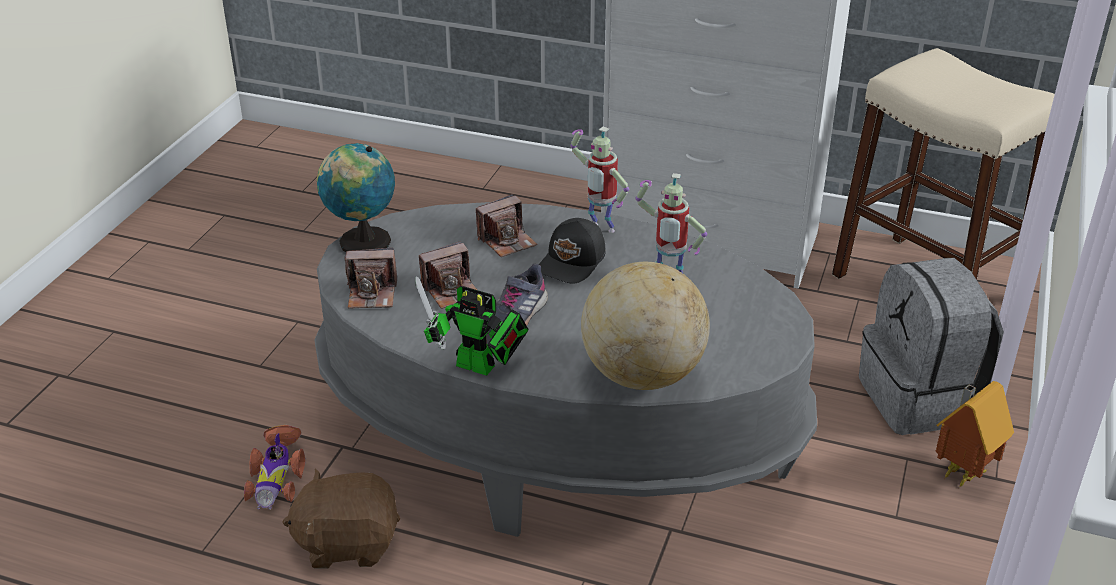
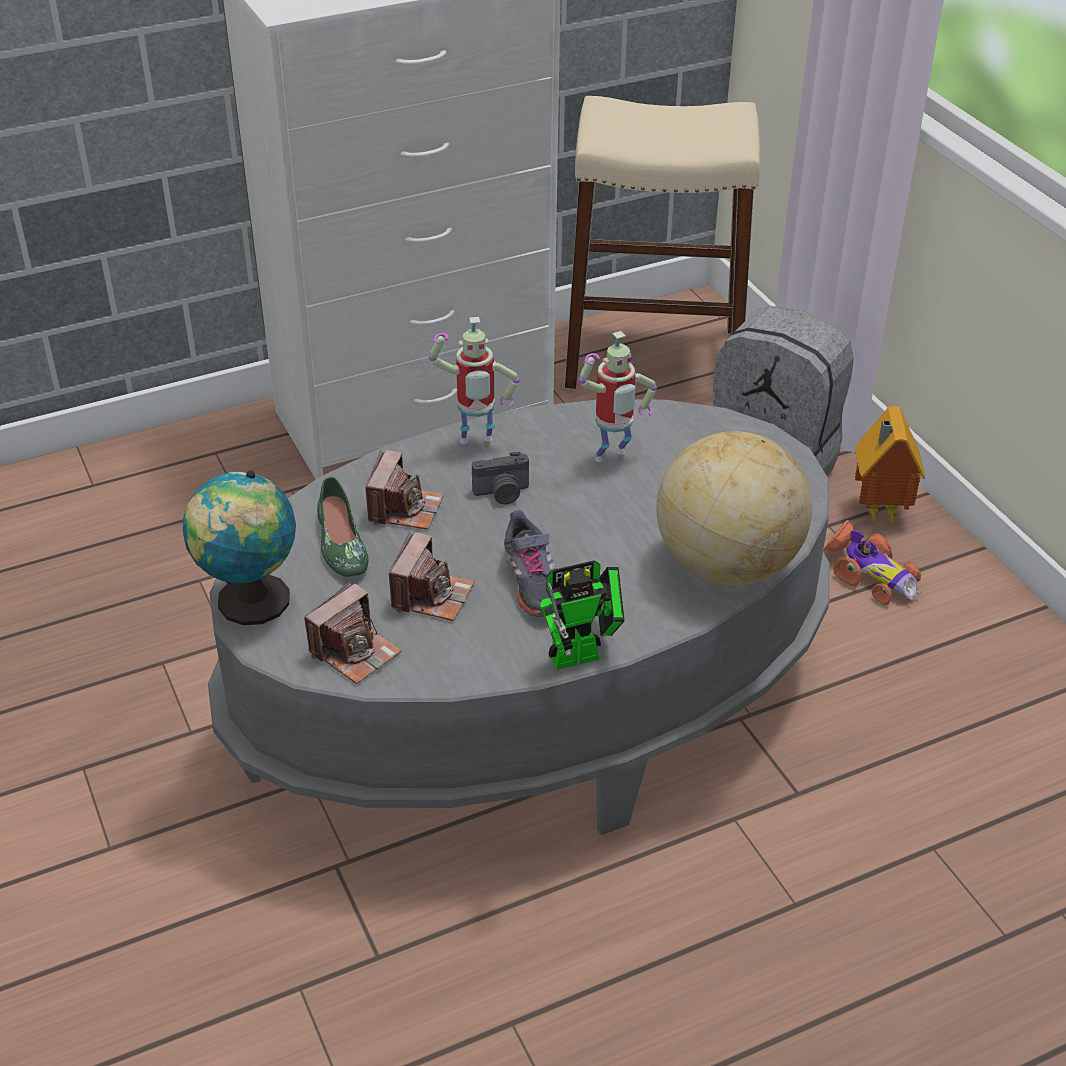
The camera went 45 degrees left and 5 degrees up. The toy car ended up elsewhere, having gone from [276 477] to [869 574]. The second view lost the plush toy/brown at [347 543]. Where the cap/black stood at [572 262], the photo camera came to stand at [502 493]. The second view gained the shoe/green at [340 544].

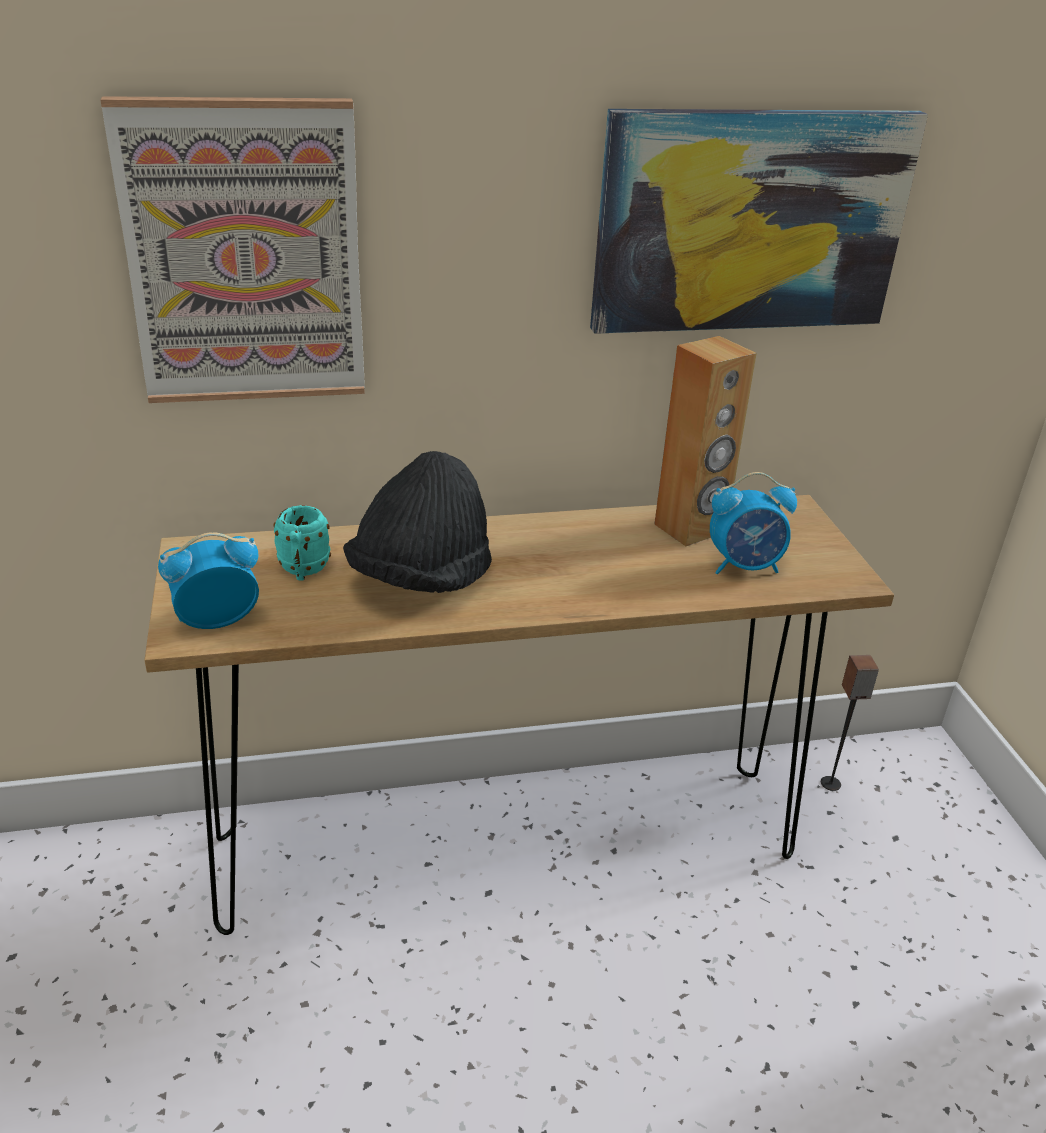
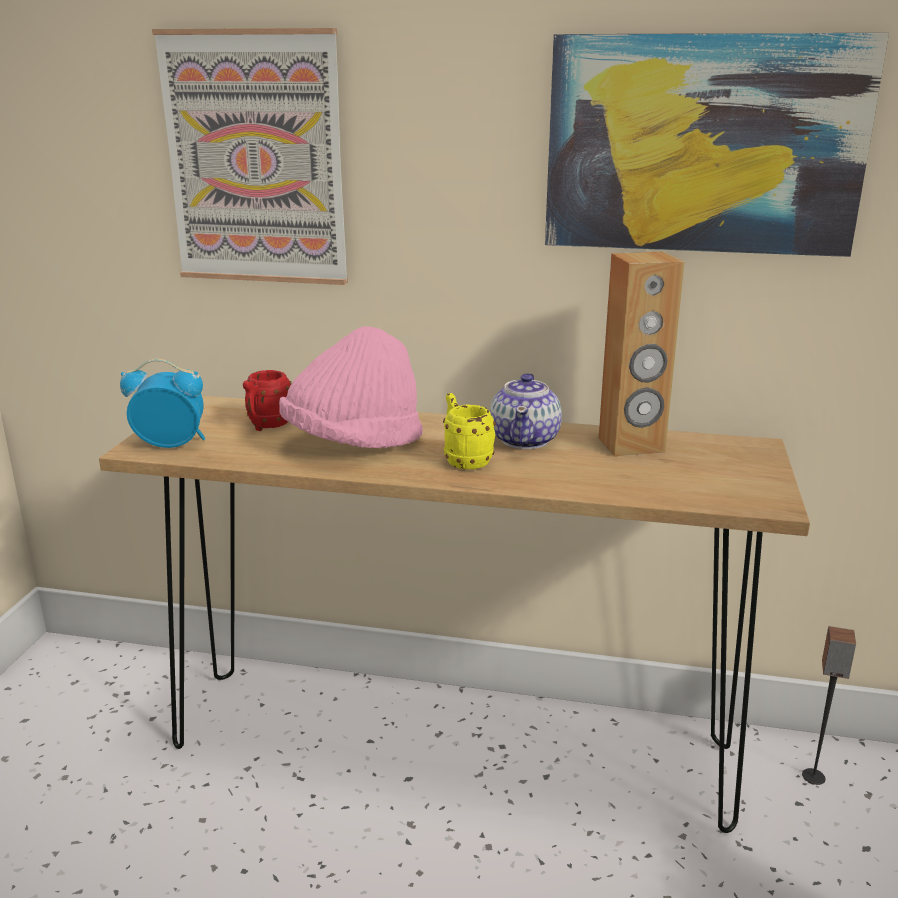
The camera went 25 degrees right and 10 degrees down. What was the mug/turquoise at [303 571] turned into the mug/red at [266 426]. What was the hat/black at [421 579] turned into the hat/pink at [353 443]. The second view lost the alarm clock at [745 566]. The second view gained the mug/yellow at [464 460]. The second view gained the teapot at [525 440].

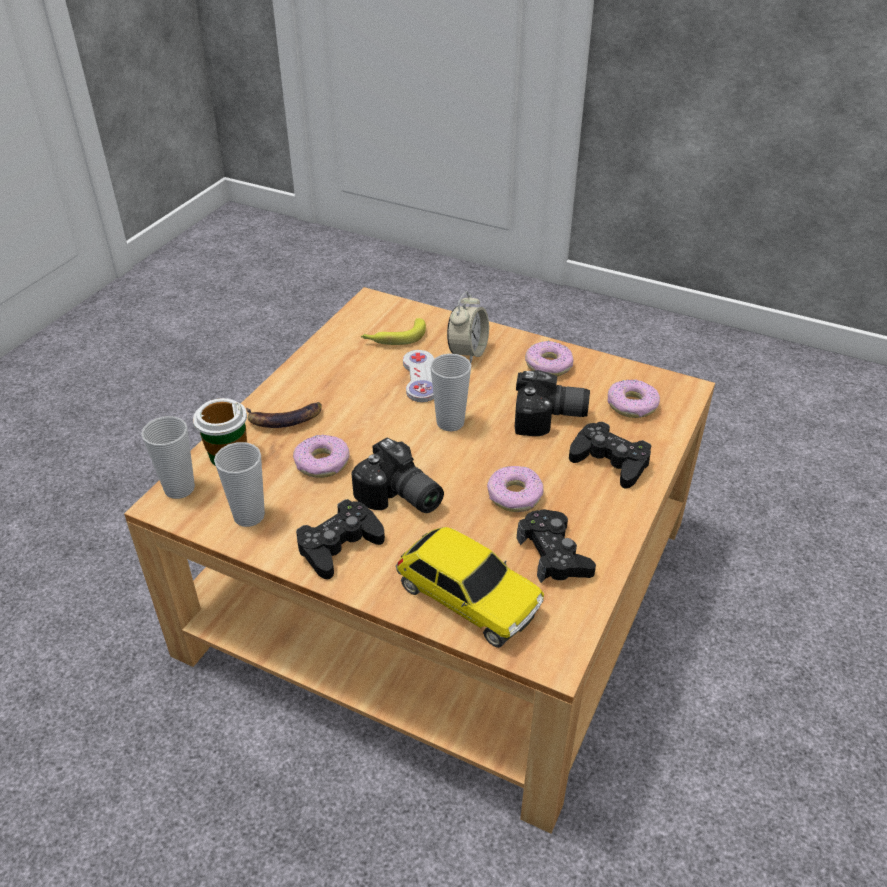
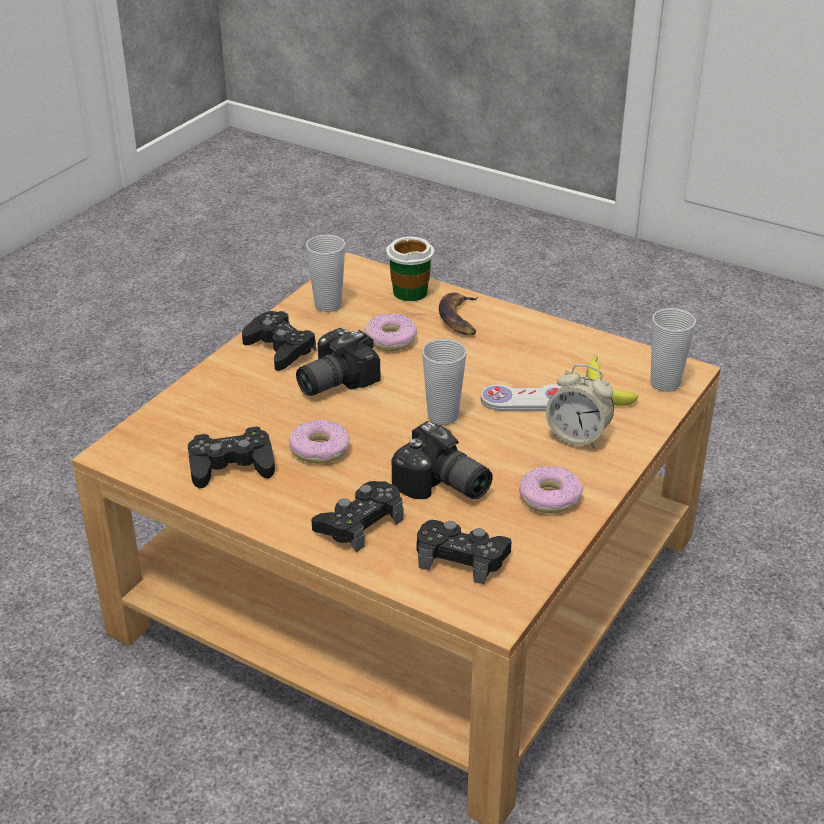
The camera went 95 degrees right and 5 degrees down. The cup ended up elsewhere, having gone from [179 489] to [665 383]. The second view lost the toy car at [467 598]. The photo camera at [550 419] ended up facing another way, 60 degrees counterclockwise from before. Where the donut stood at [632 405], the game controller/black came to stand at [461 557].

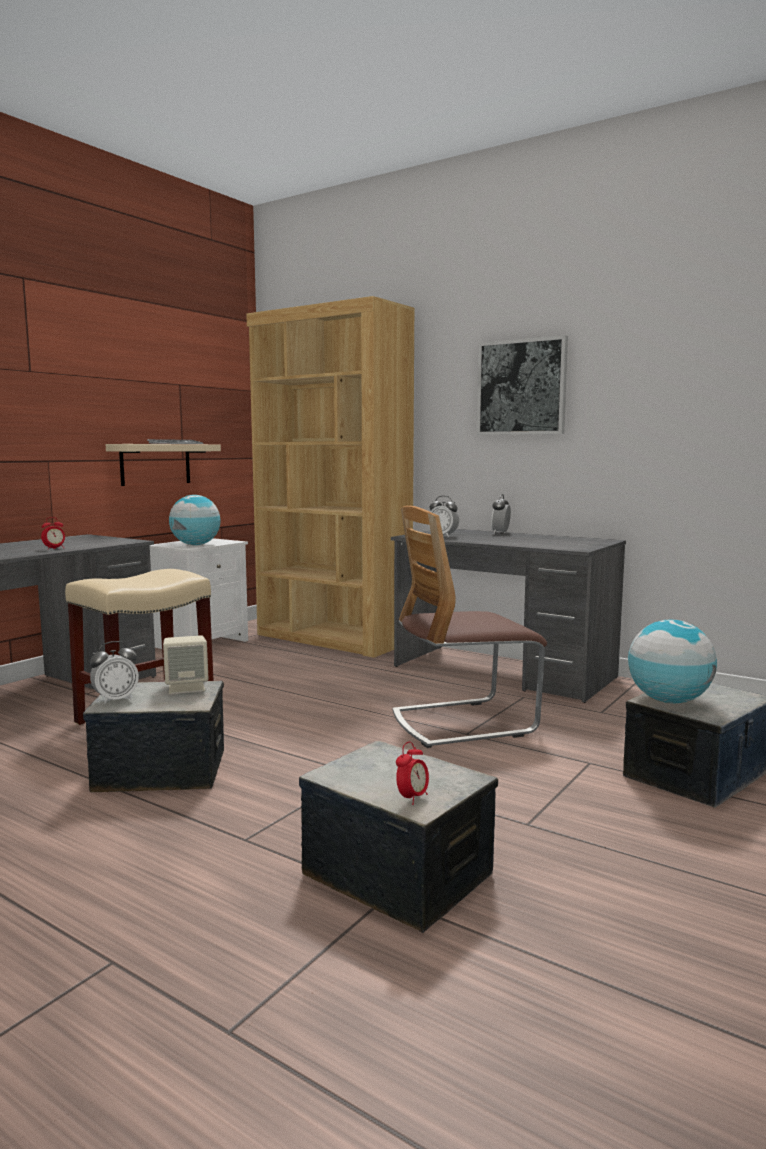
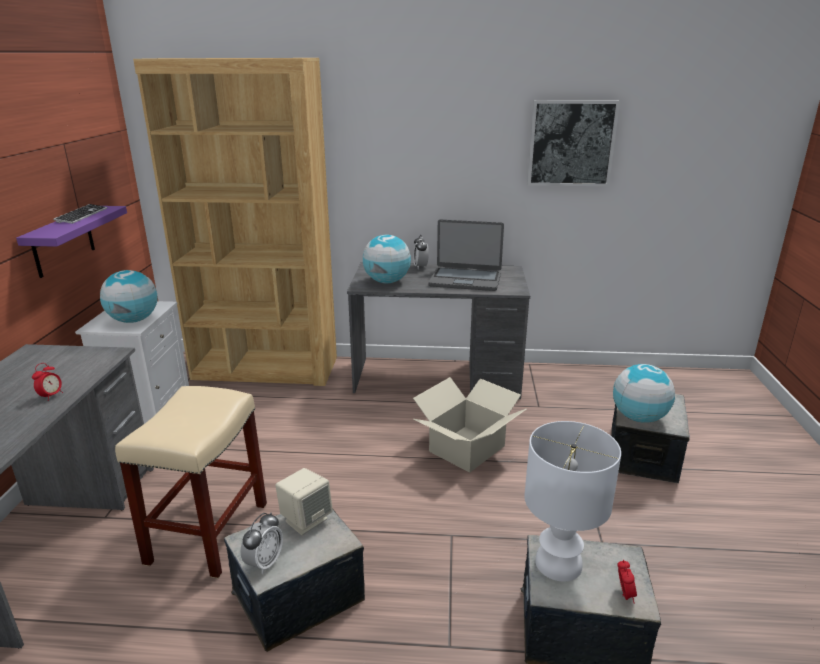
The camera went 30 degrees left and 15 degrees up. What was the shelf/beige at [155 464] turned into the shelf/purple at [63 241]. Where the chair stood at [463 723], the cardboard box came to stand at [466 448]. Where the alarm clock stood at [443 536], the globe came to stand at [387 282]. The picture ended up elsewhere, having gone from [521 387] to [571 143]. The second view gained the laptop at [465 280]. The second view gained the table lamp/white at [560 563].

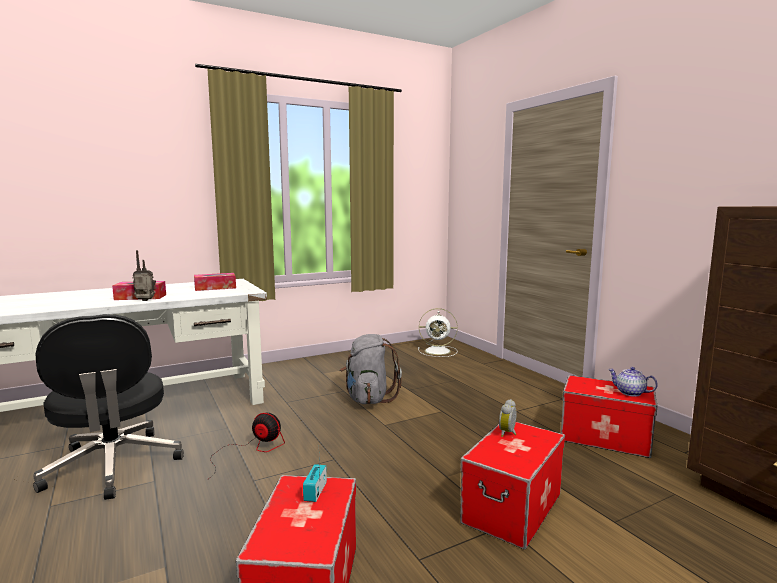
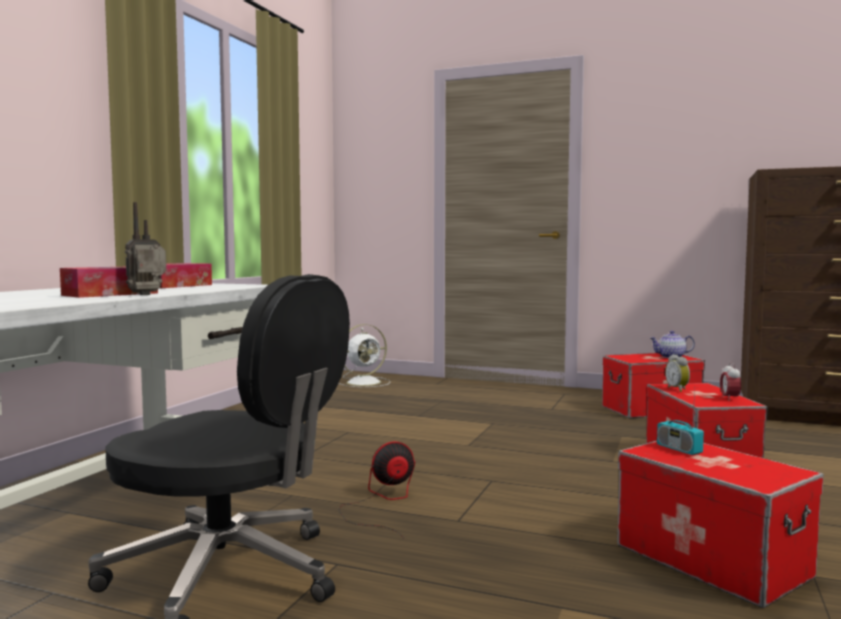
The camera went 40 degrees left and 5 degrees down. The second view lost the backpack/grey at [368 399]. The second view gained the alarm clock at [729 399].

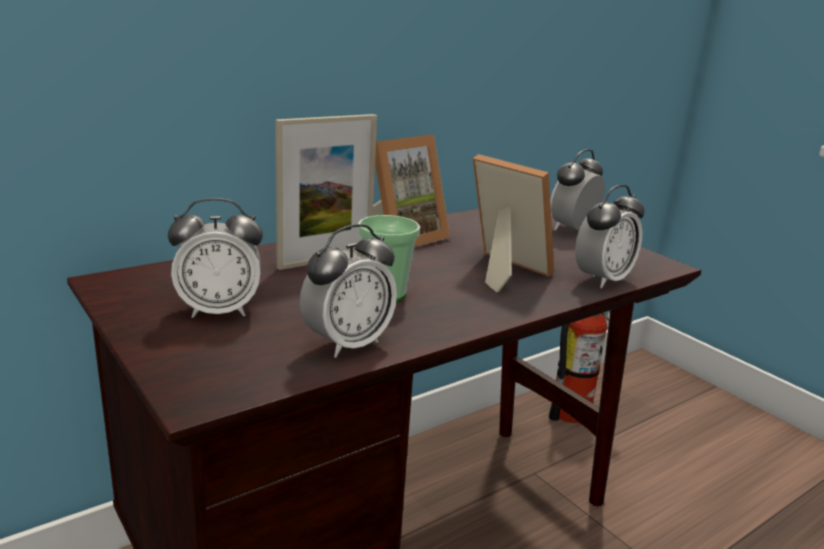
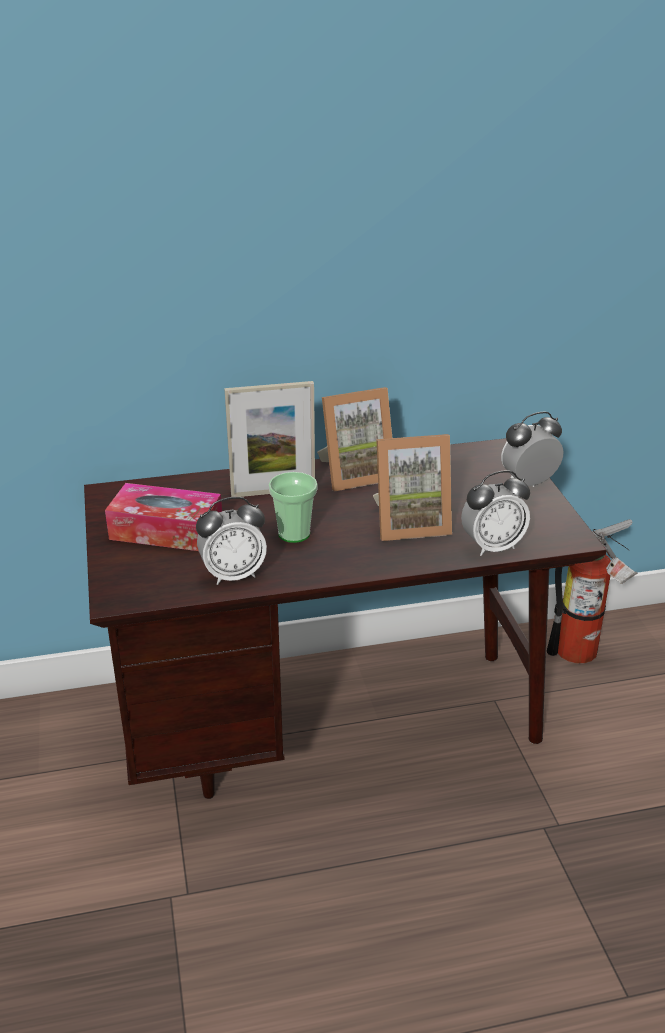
The camera went 25 degrees right and 10 degrees up. Where the alarm clock stood at [219 310], the tissue box came to stand at [166 531]. The picture frame at [501 270] ended up facing another way, 105 degrees clockwise from before.

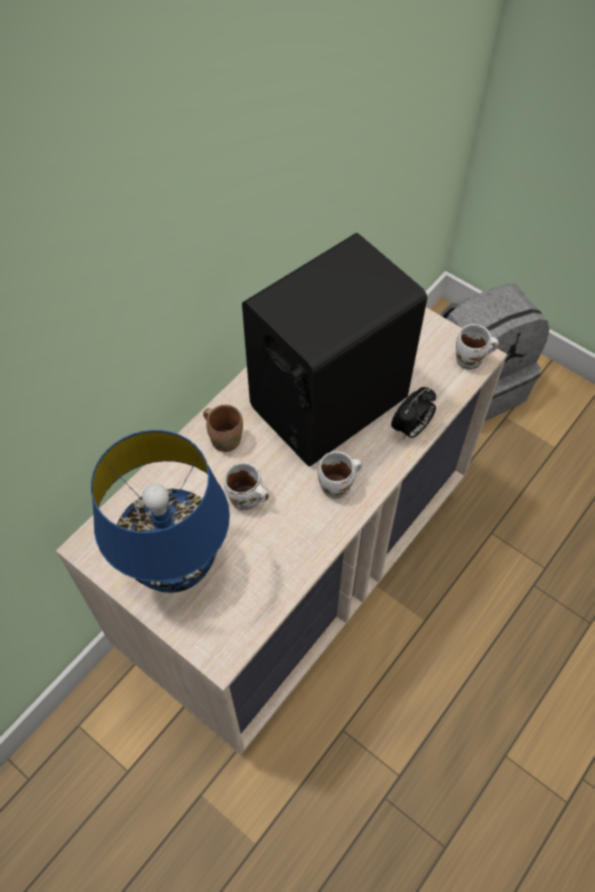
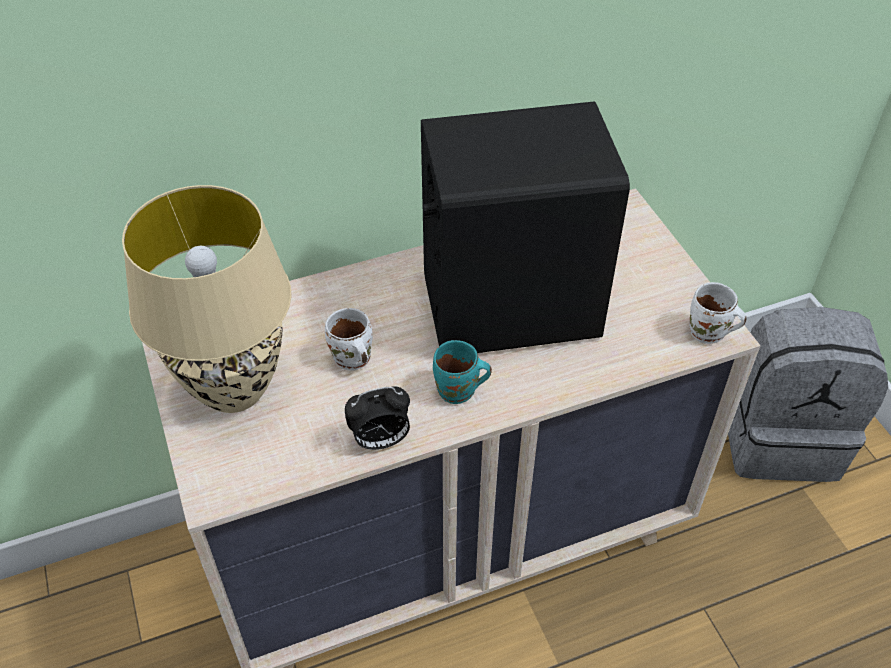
The camera went 30 degrees right and 10 degrees down. What was the table lamp/blue at [177 566] turned into the table lamp/beige at [235 389]. The second view lost the mug/brown at [225 438]. What was the mug/white at [338 487] turned into the mug/turquoise at [458 392]. The alarm clock ended up elsewhere, having gone from [411 429] to [380 440].

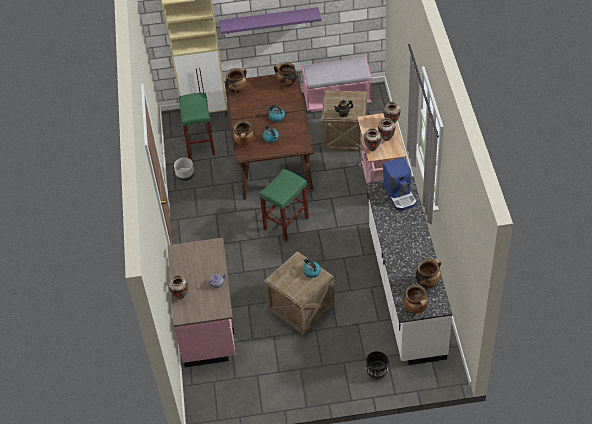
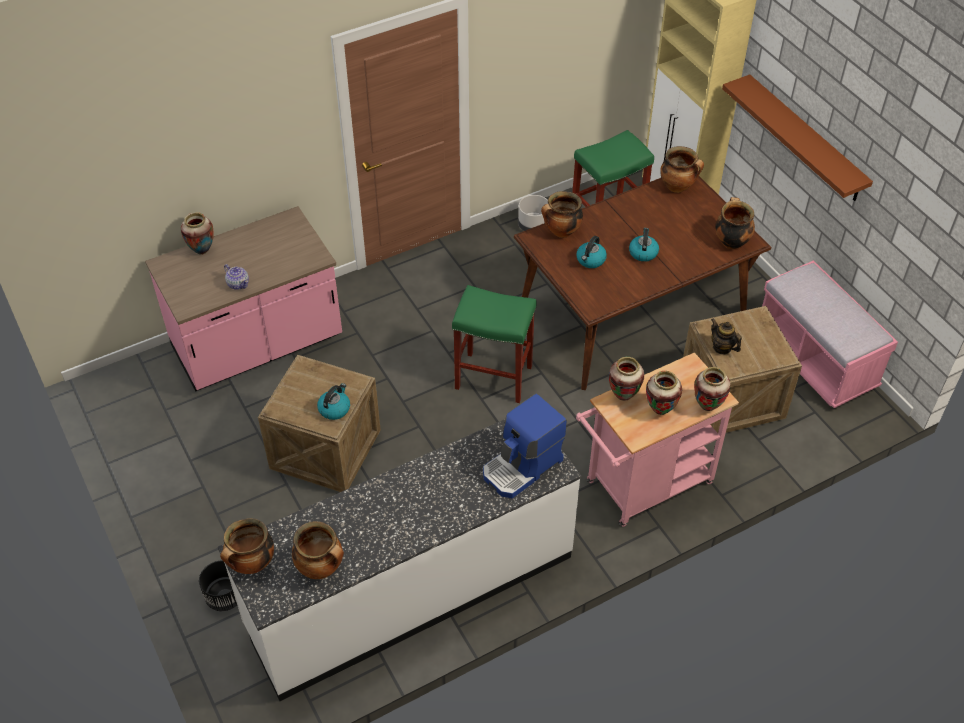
The camera went 65 degrees right and 0 degrees up. What was the shelf/purple at [269 20] turned into the shelf/brown at [805 139].

